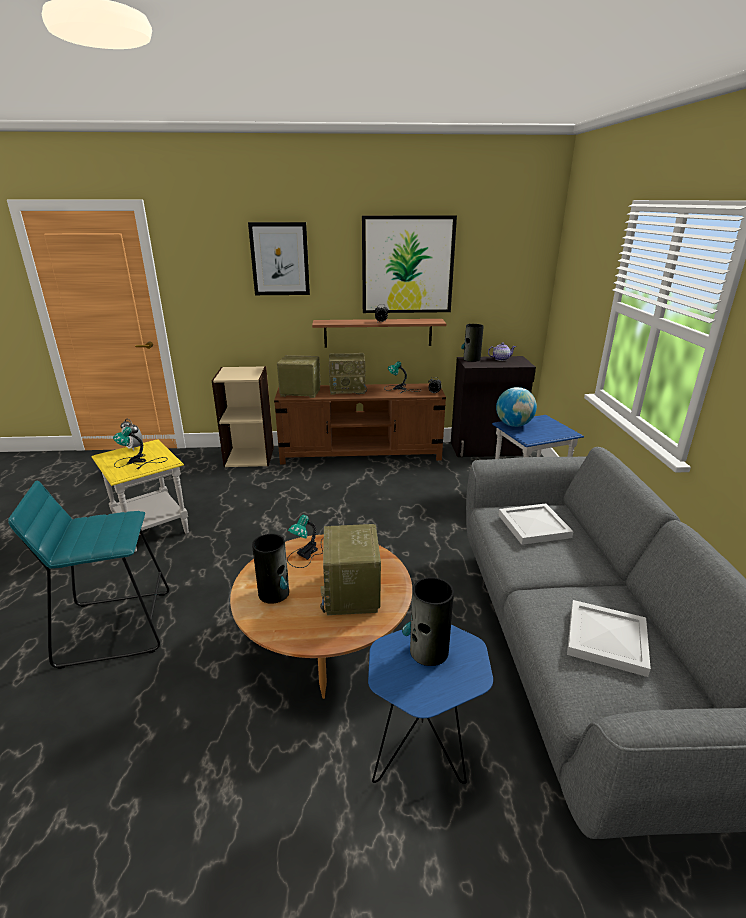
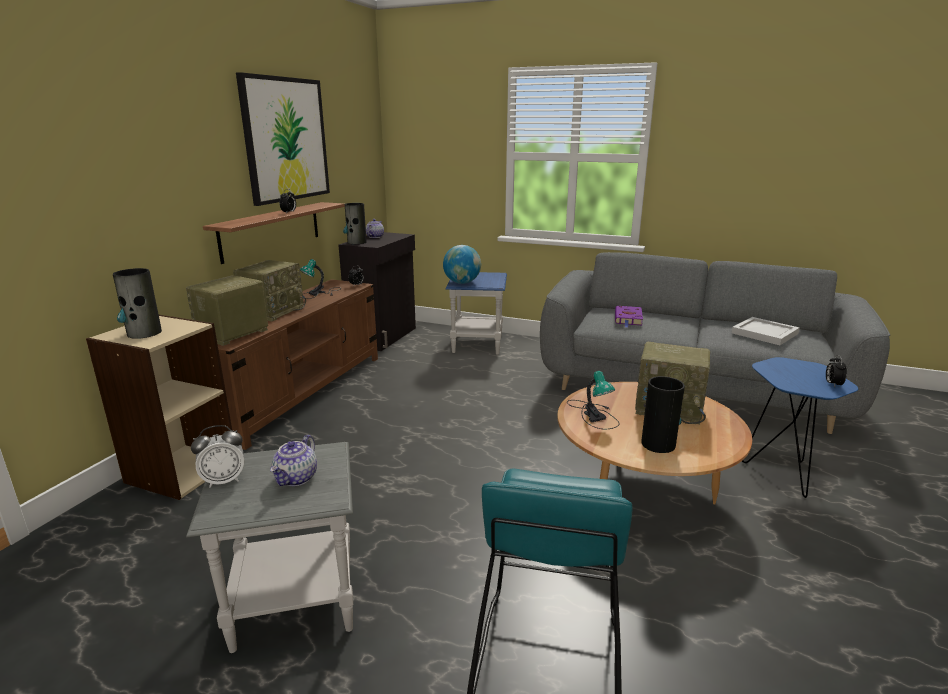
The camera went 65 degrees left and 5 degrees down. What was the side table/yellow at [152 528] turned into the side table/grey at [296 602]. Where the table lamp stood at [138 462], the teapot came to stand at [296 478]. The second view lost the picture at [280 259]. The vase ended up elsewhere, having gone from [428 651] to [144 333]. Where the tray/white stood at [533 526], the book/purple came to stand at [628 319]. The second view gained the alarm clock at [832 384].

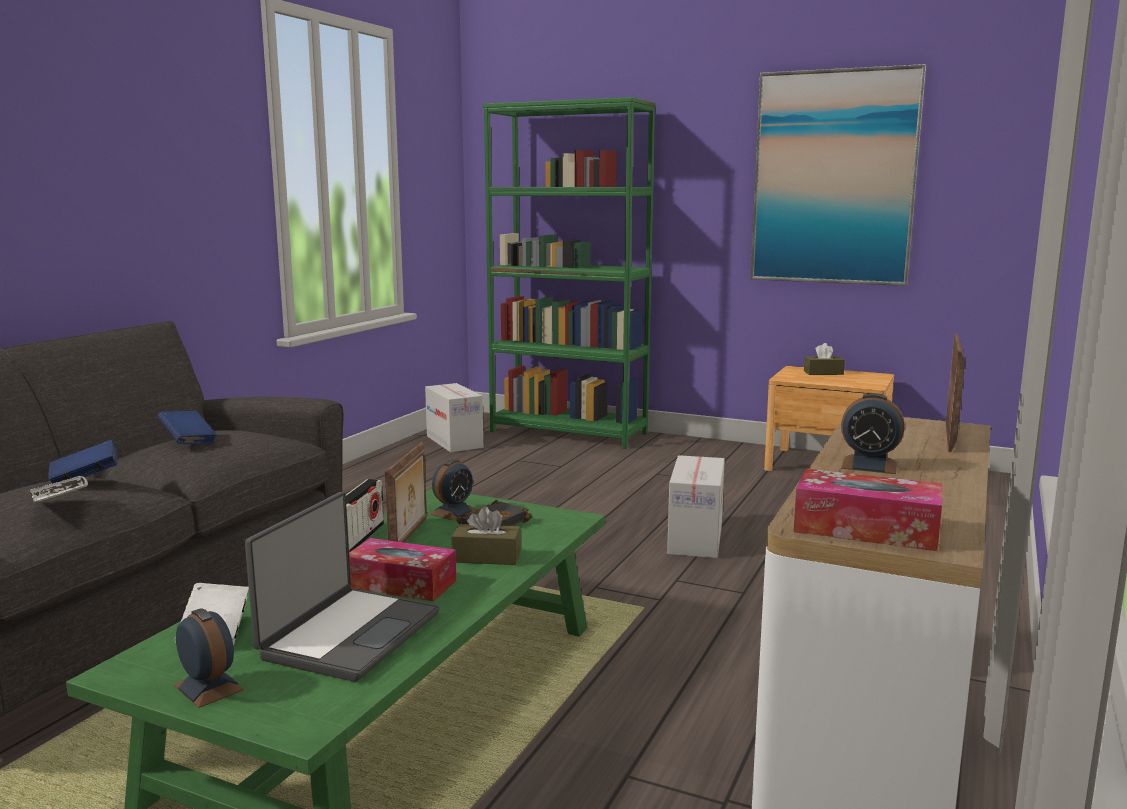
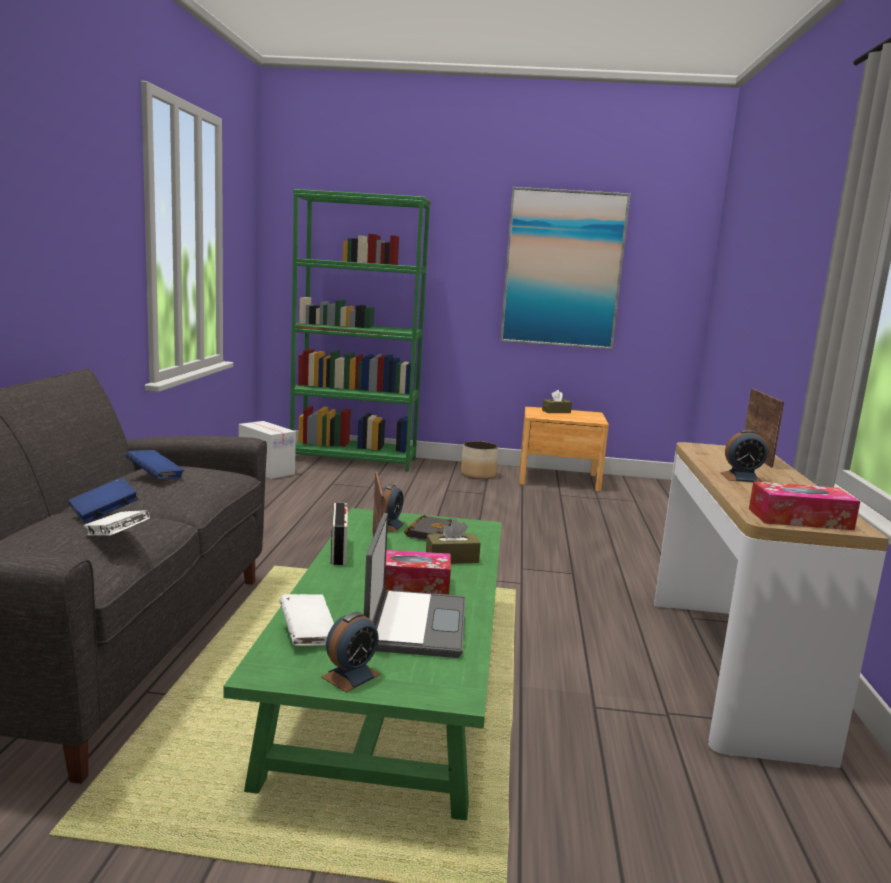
The camera went 20 degrees left and 0 degrees up. The alarm clock at [208 687] ended up facing another way, 105 degrees clockwise from before. The second view lost the cardboard box at [695 539]. The second view gained the planter at [478 475].

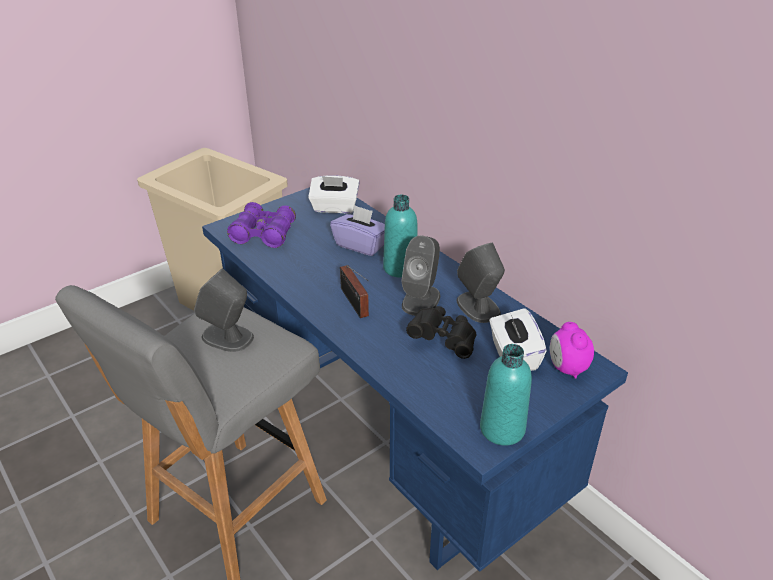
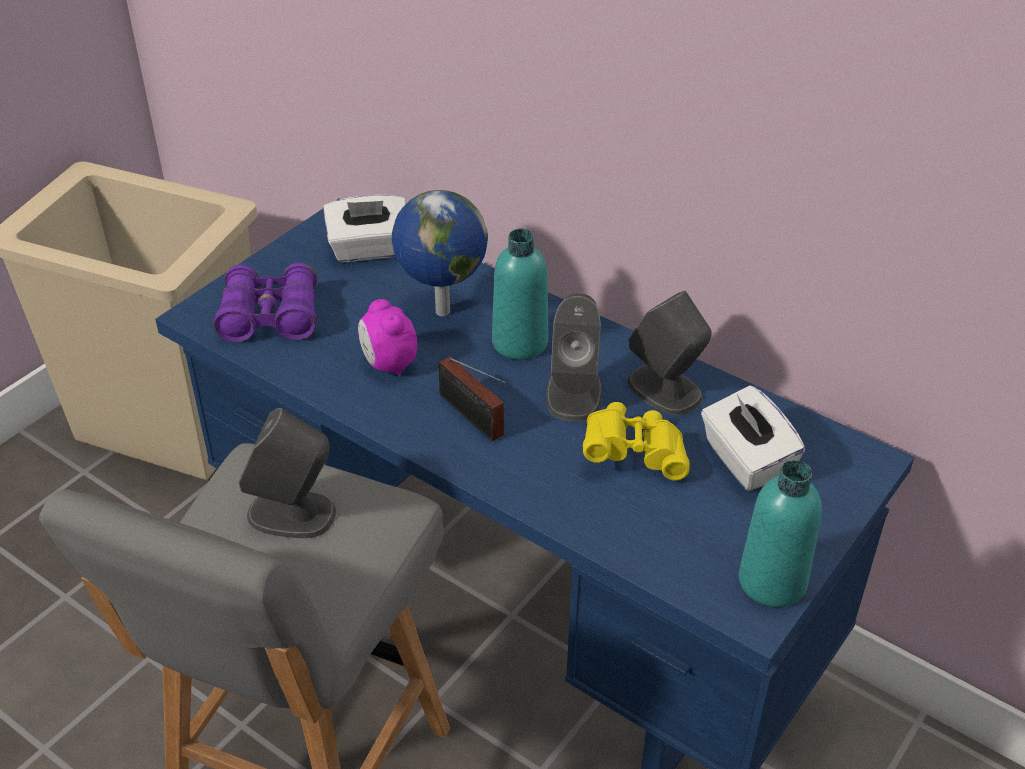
The camera went 15 degrees left and 5 degrees up. Where the tissue box/purple stood at [361 245], the globe came to stand at [440 311]. What was the binoculars/black at [444 340] turned into the binoculars/yellow at [634 454]. The alarm clock ended up elsewhere, having gone from [566 368] to [388 364].

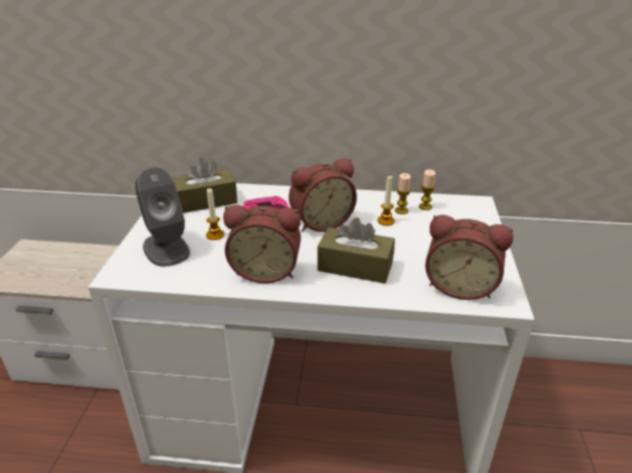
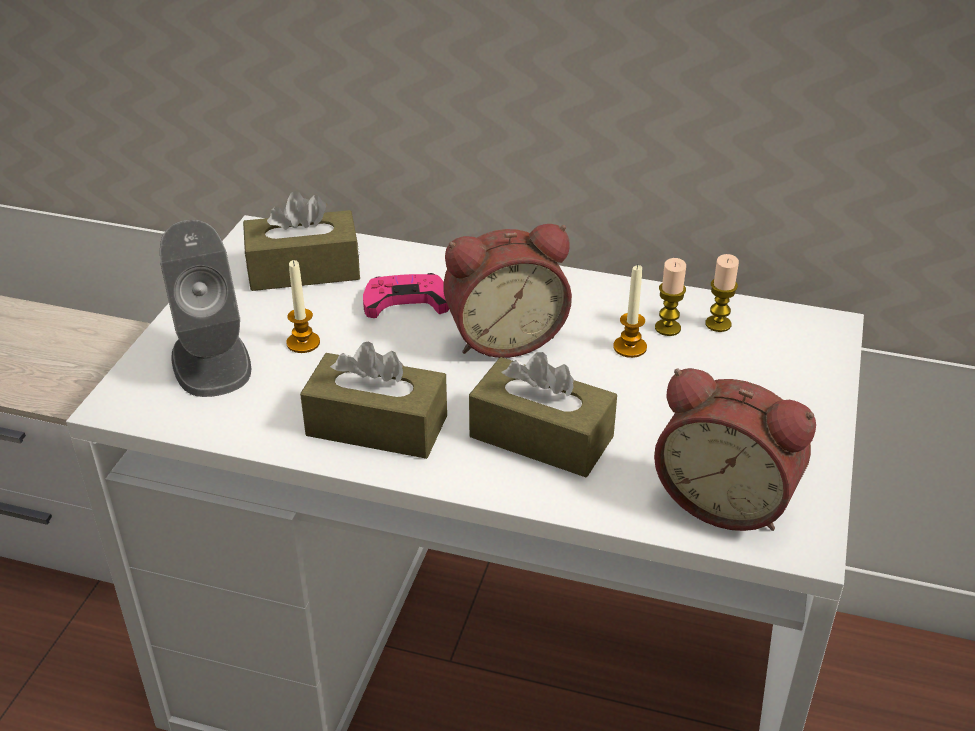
The camera went 10 degrees right and 5 degrees up. Where the alarm clock stood at [266 270], the tissue box/brown came to stand at [377 426].

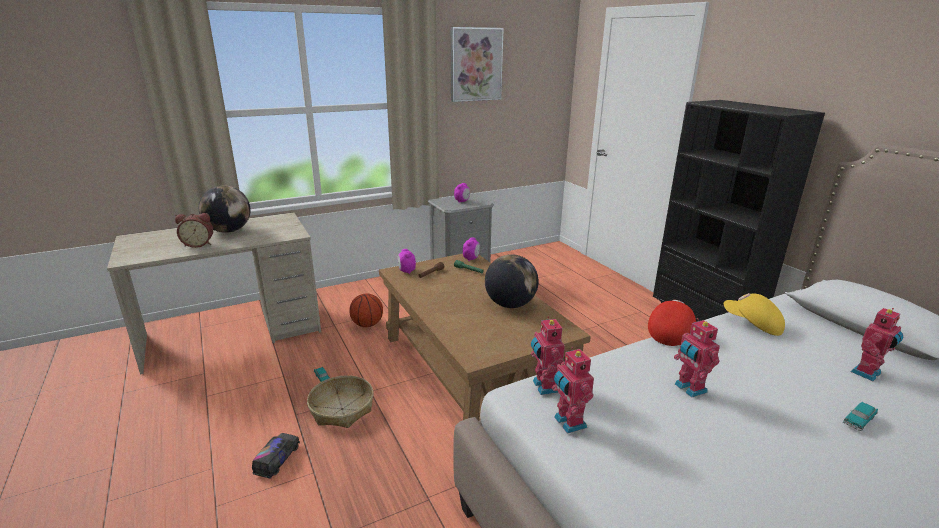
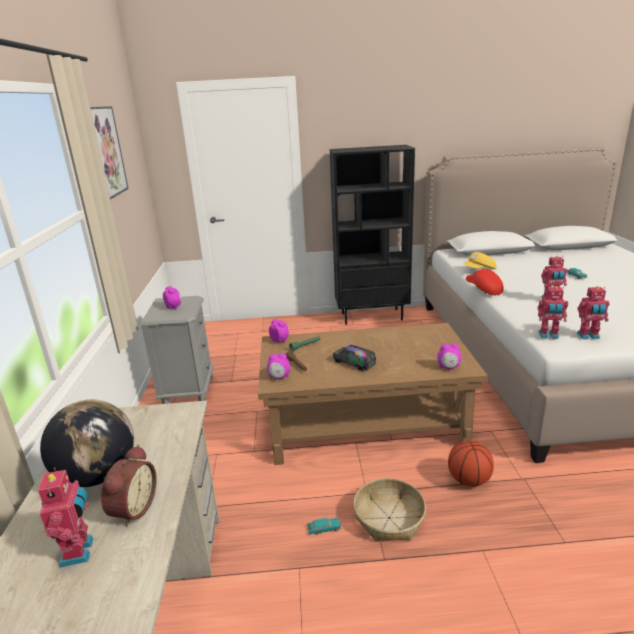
The camera went 65 degrees left and 0 degrees up. The toy truck ended up elsewhere, having gone from [277 460] to [354 363]. The basketball ended up elsewhere, having gone from [367 325] to [469 480]. The second view lost the globe at [510 304]. The toy robot ended up elsewhere, having gone from [868 373] to [79 551]. The second view gained the alarm clock at [448 367].

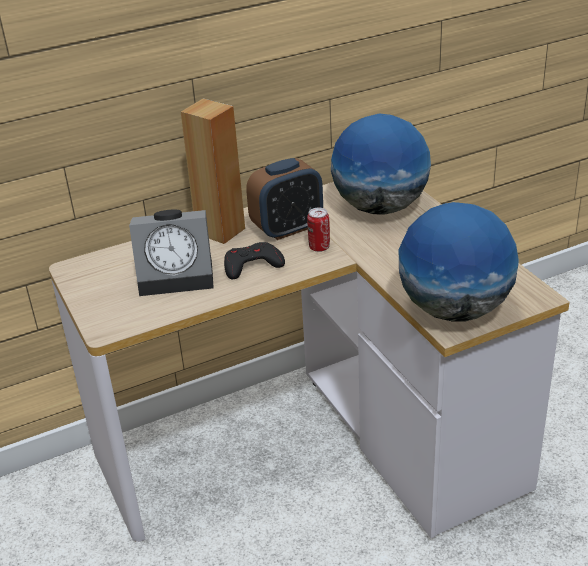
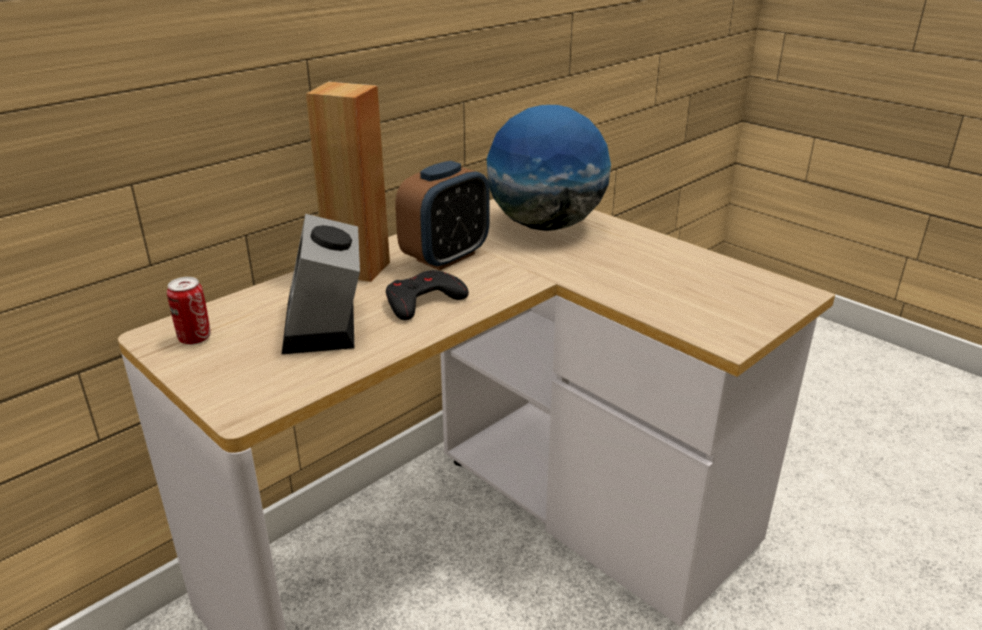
The camera went 20 degrees left and 5 degrees down. The alarm clock at [179 275] ended up facing another way, 105 degrees clockwise from before. The can ended up elsewhere, having gone from [319 247] to [195 338]. The second view lost the globe at [455 309].

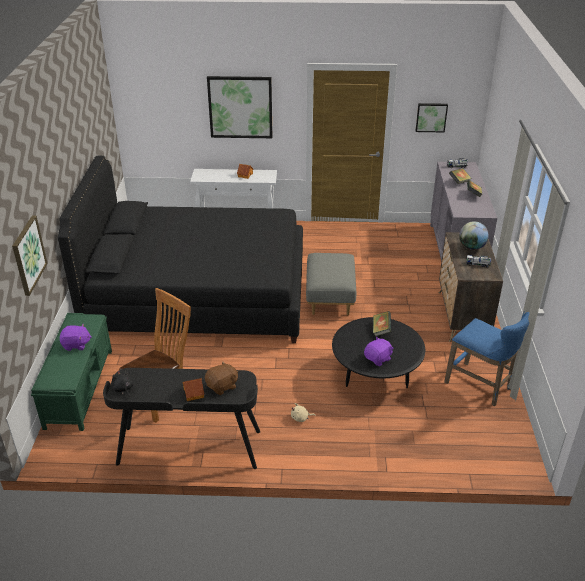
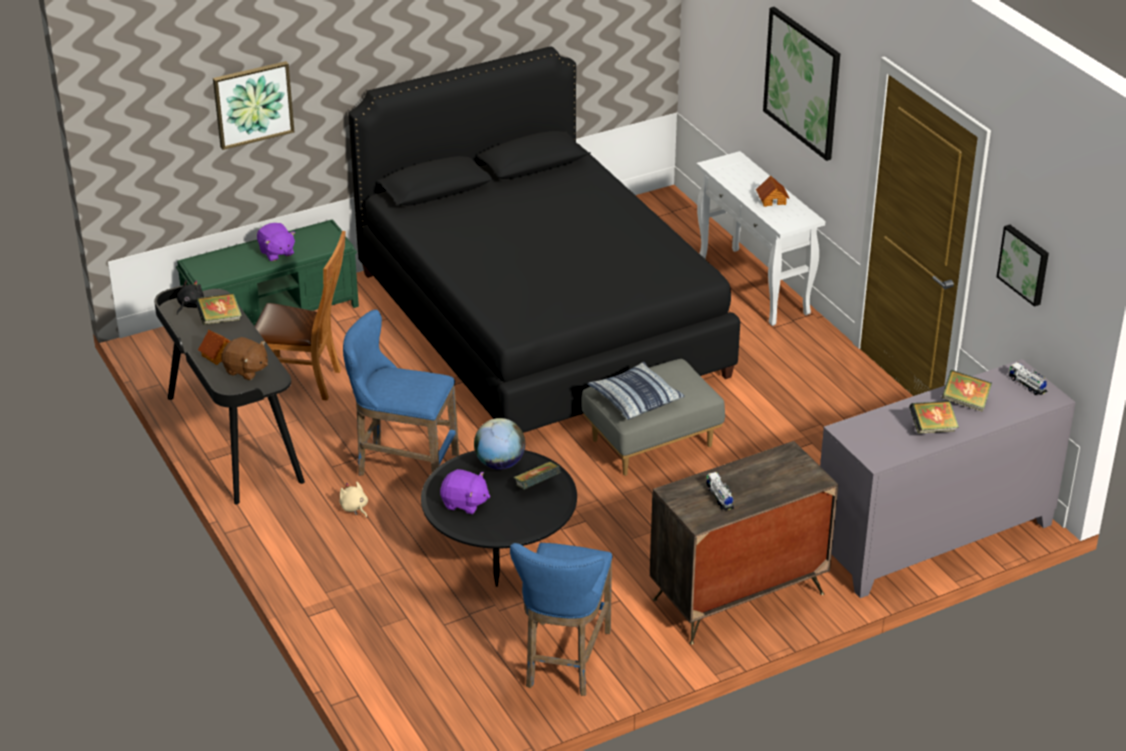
The camera went 60 degrees right and 0 degrees up. The globe ended up elsewhere, having gone from [471 247] to [499 464]. The second view gained the book at [220 320]. The second view gained the stool/blue at [402 465]. The second view gained the pillow at [635 398].

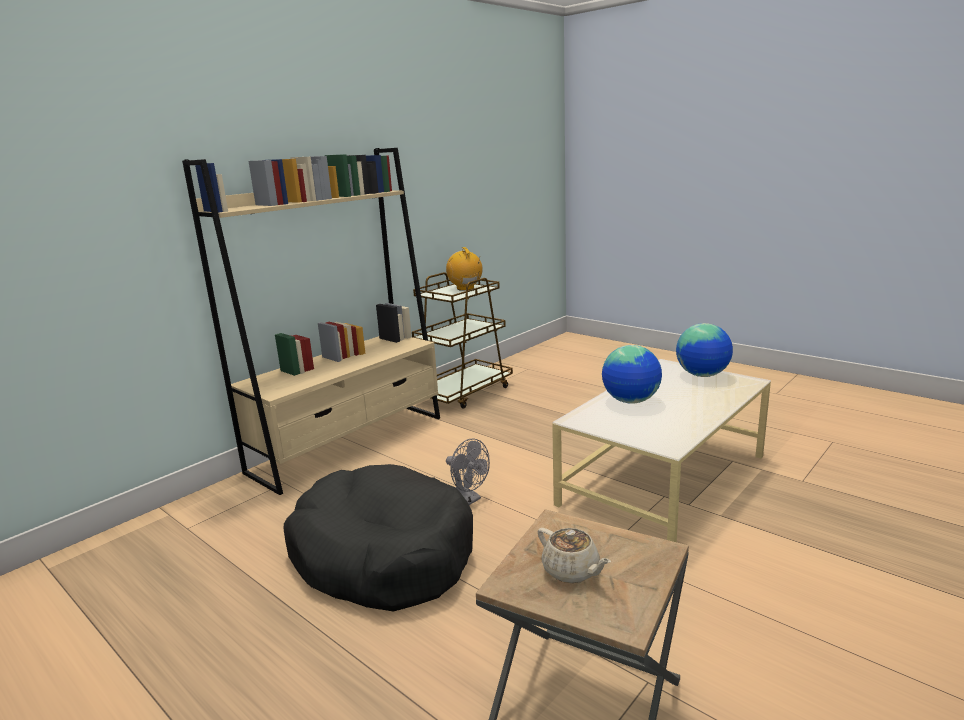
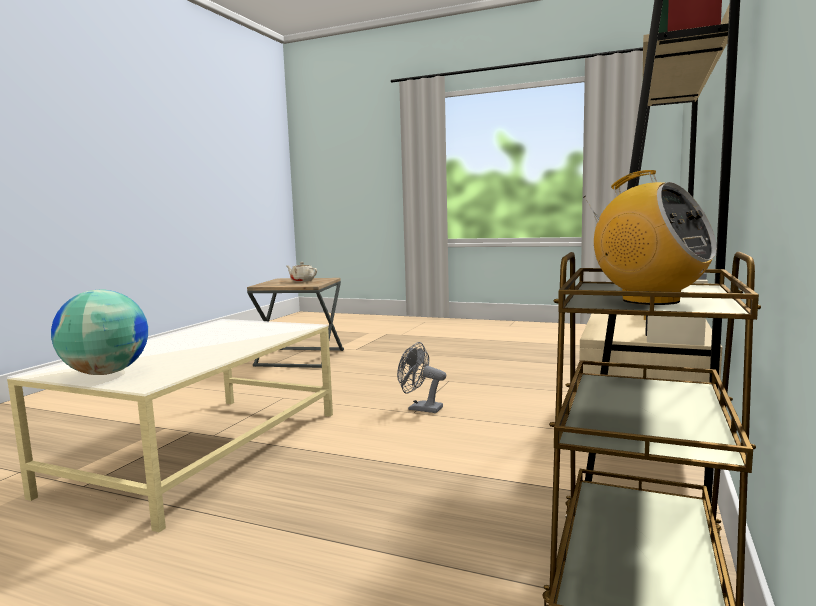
The camera went 160 degrees right and 10 degrees down. The second view lost the dog bed/black at [382 555]. The second view lost the globe at [631 401].

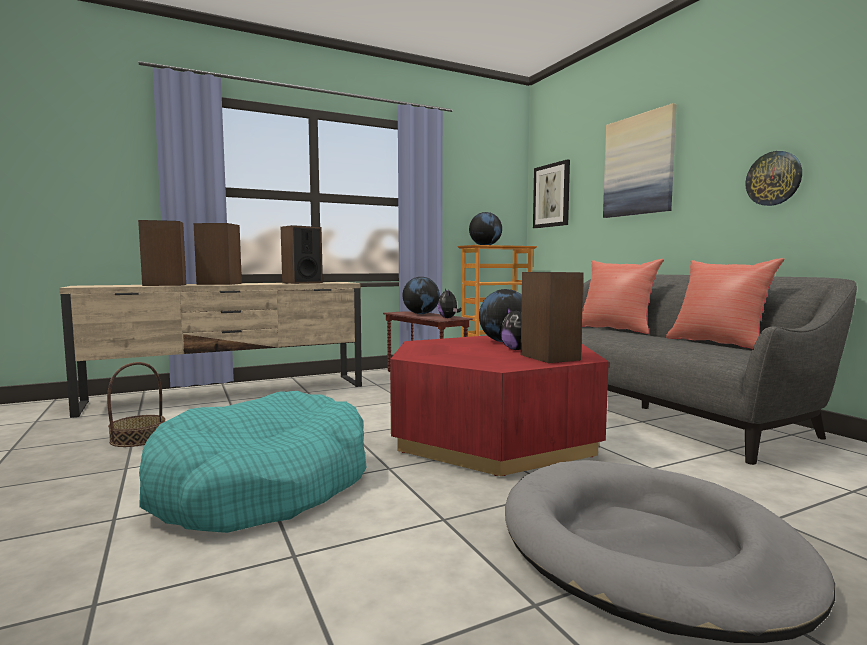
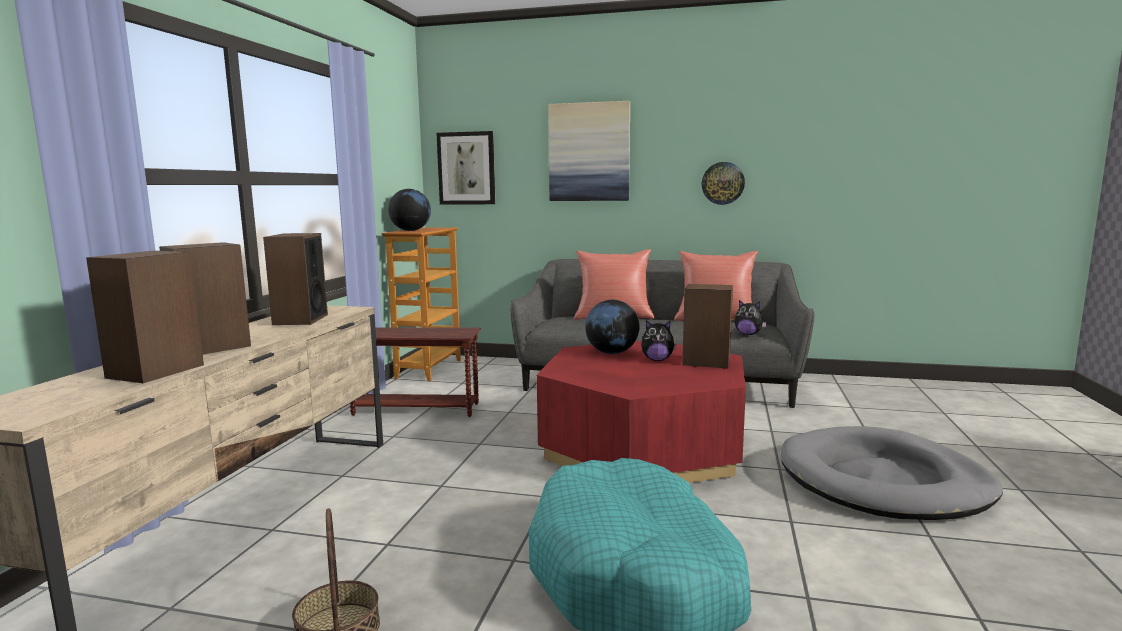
The camera went 50 degrees left and 5 degrees up. The second view lost the globe at [421 314]. The plush toy ended up elsewhere, having gone from [449 318] to [748 334].

